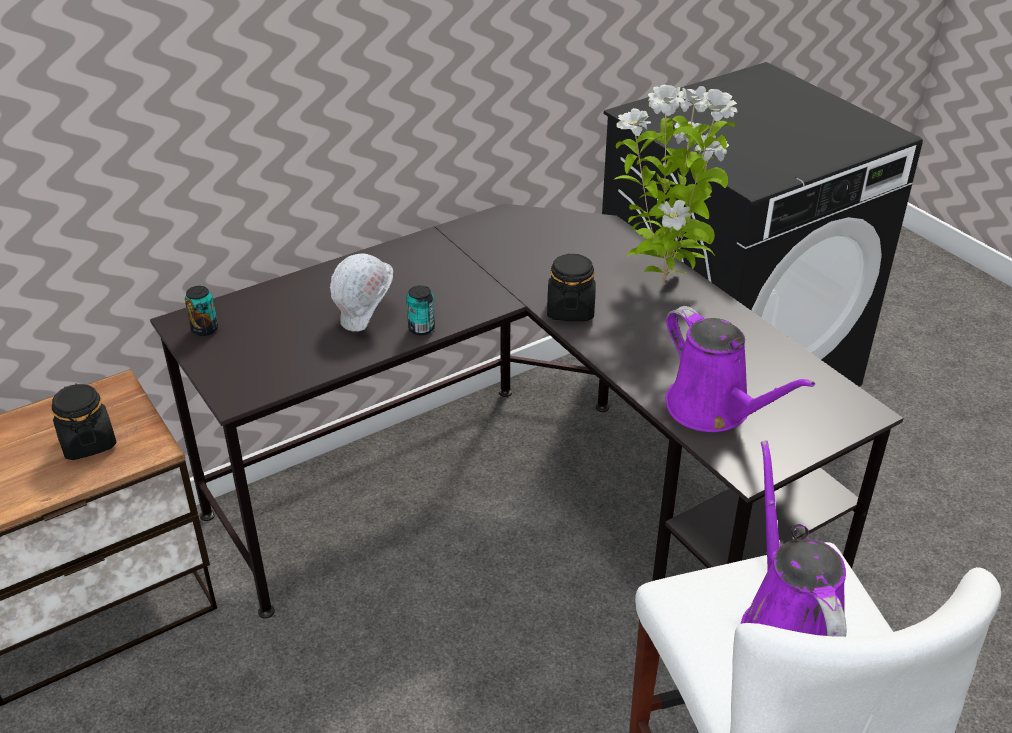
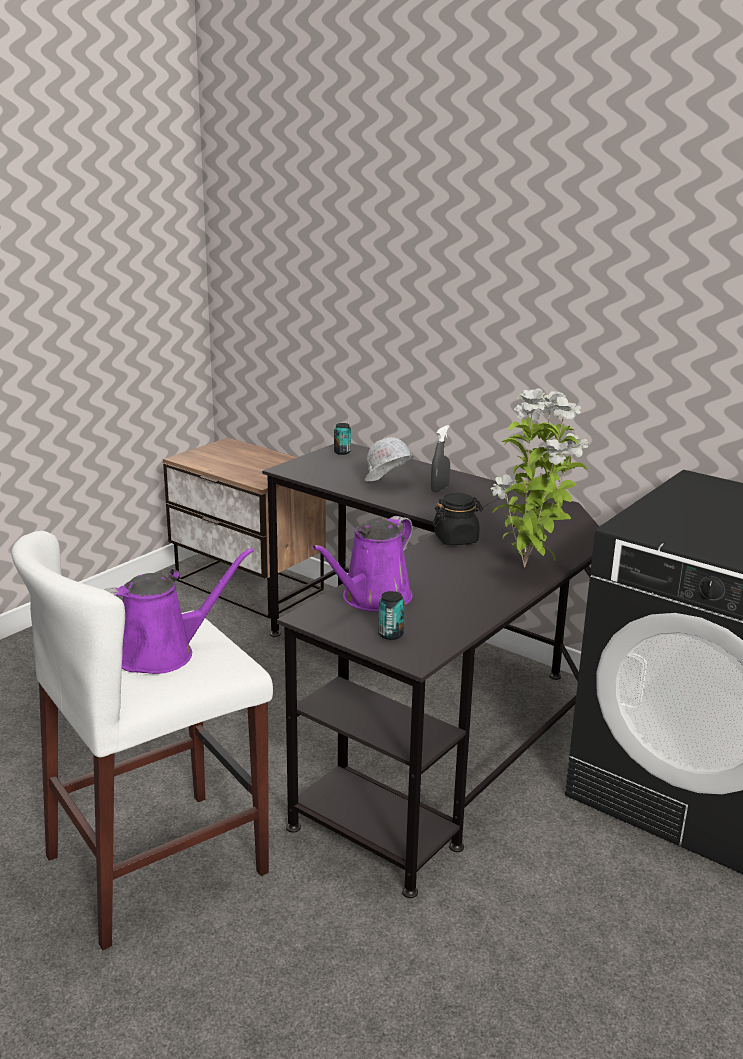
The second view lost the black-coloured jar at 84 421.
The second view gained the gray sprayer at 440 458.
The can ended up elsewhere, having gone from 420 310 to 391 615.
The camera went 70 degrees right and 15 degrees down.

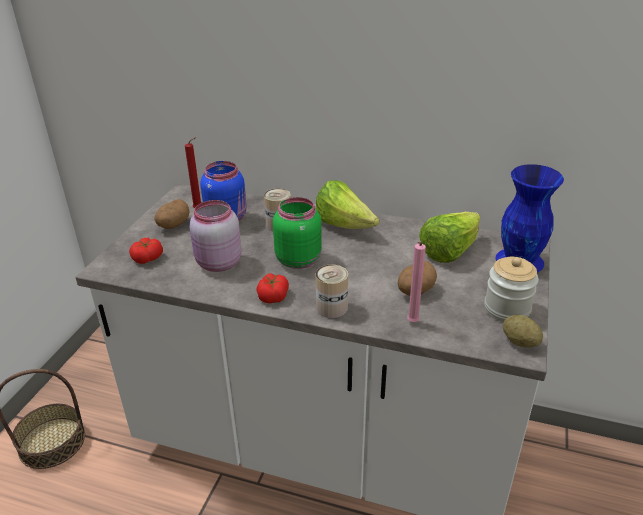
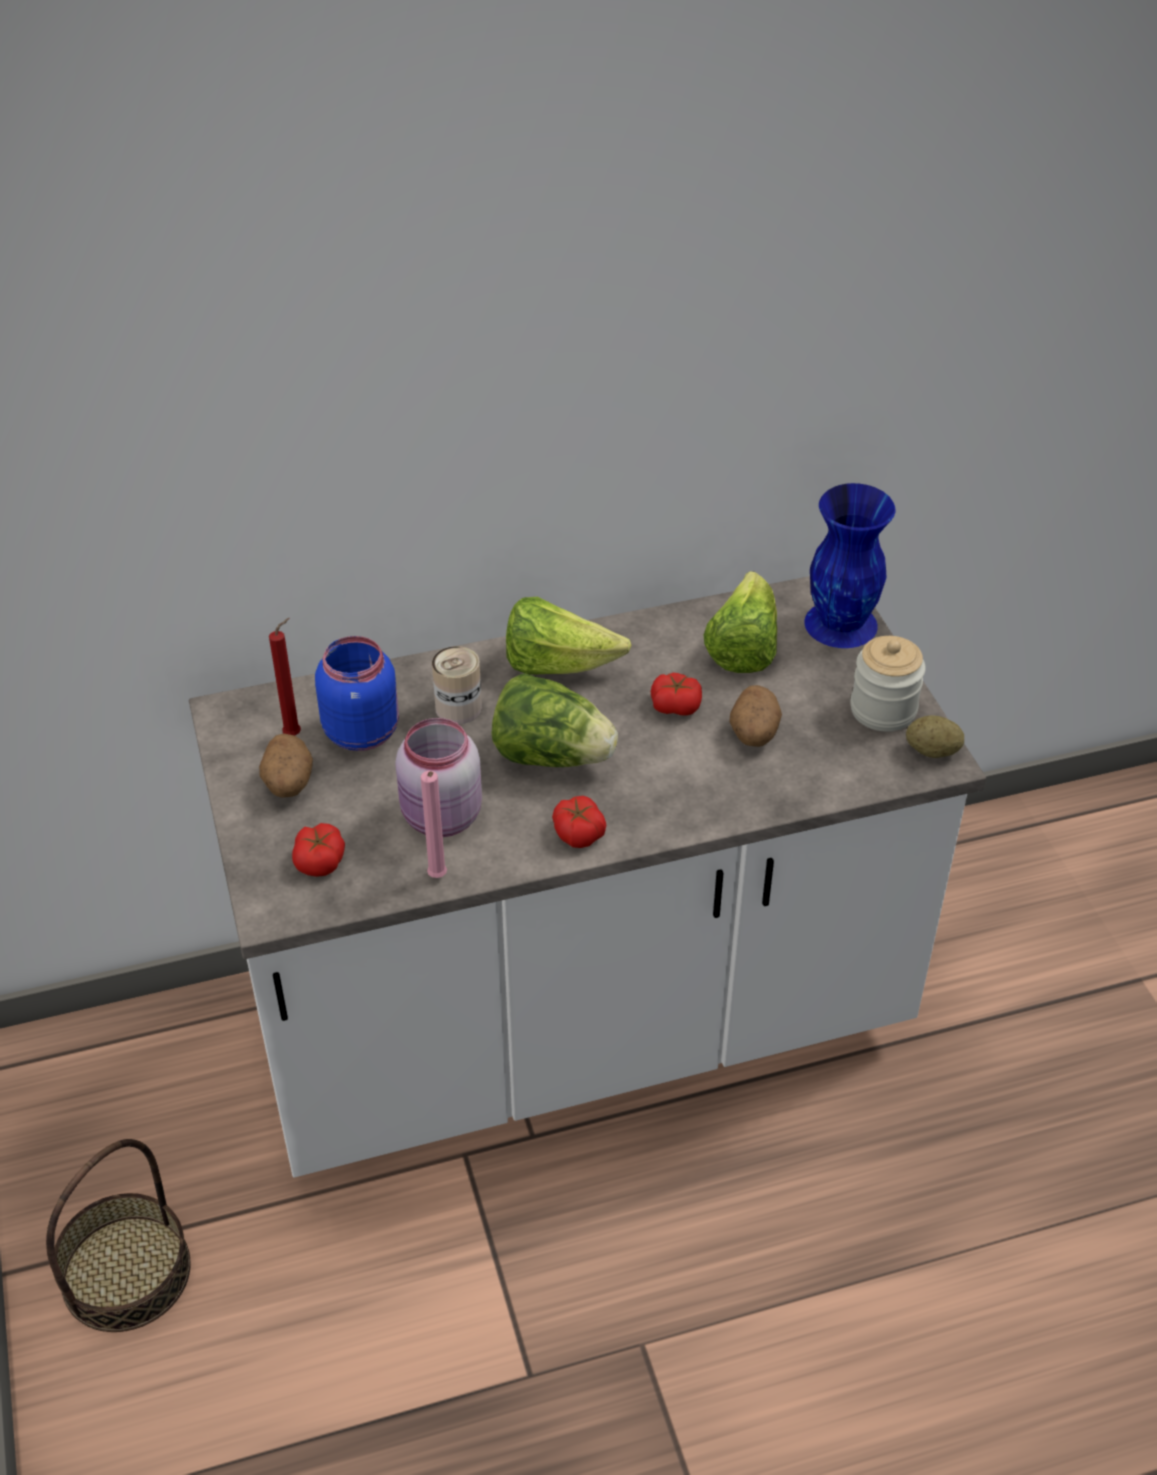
The second view lost the can at 332 291.
The second view gained the whole tomato at 676 694.
The pinkish wax candle ended up elsewhere, having gone from 416 282 to 434 824.
Where the green jar stood at 297 233, the head of lettuce came to stand at 555 720.
The camera went 35 degrees left and 10 degrees up.

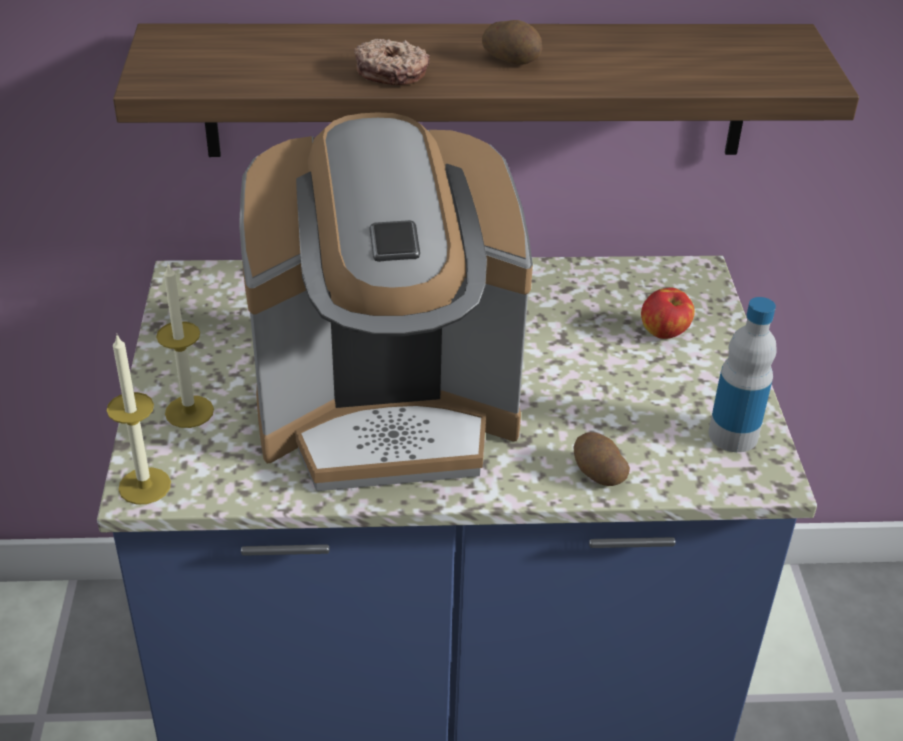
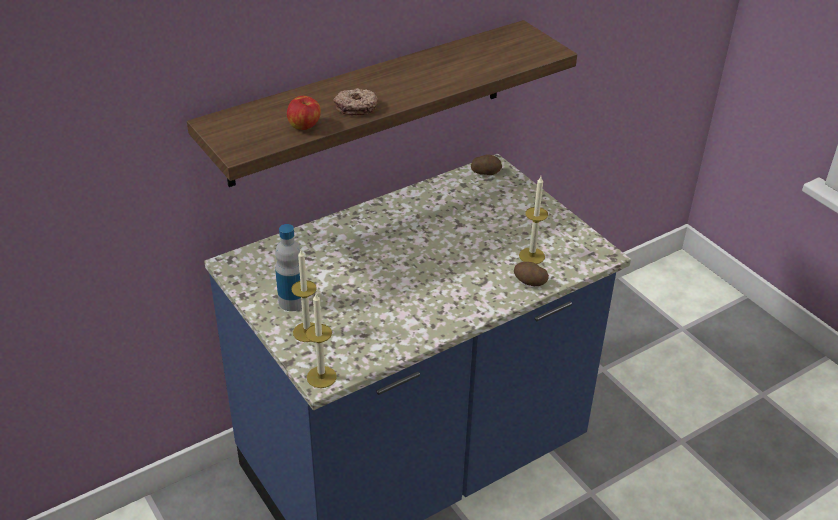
The second view lost the coffee machine at 386 301.
The second view gained the wax candle at 533 220.
The potato ended up elsewhere, having gone from 512 42 to 486 165.
The whole apple ended up elsewhere, having gone from 668 313 to 304 113.
The bottle ended up elsewhere, having gone from 742 374 to 288 267.
The camera went 30 degrees left and 0 degrees up.

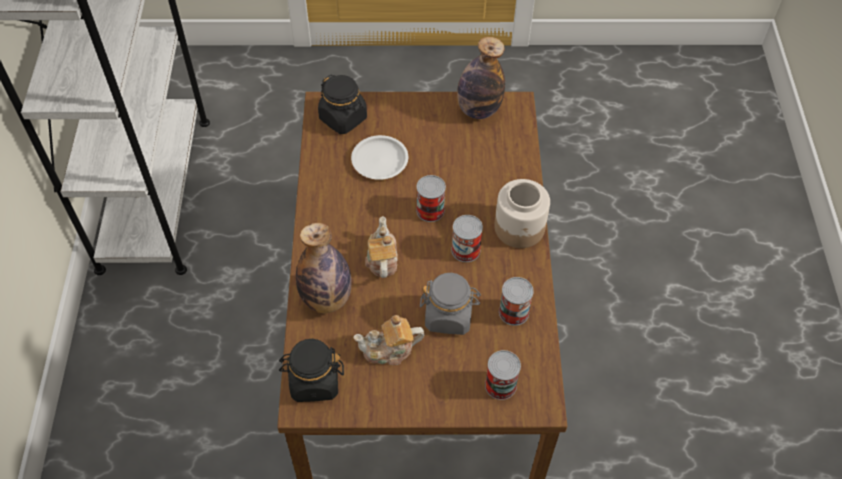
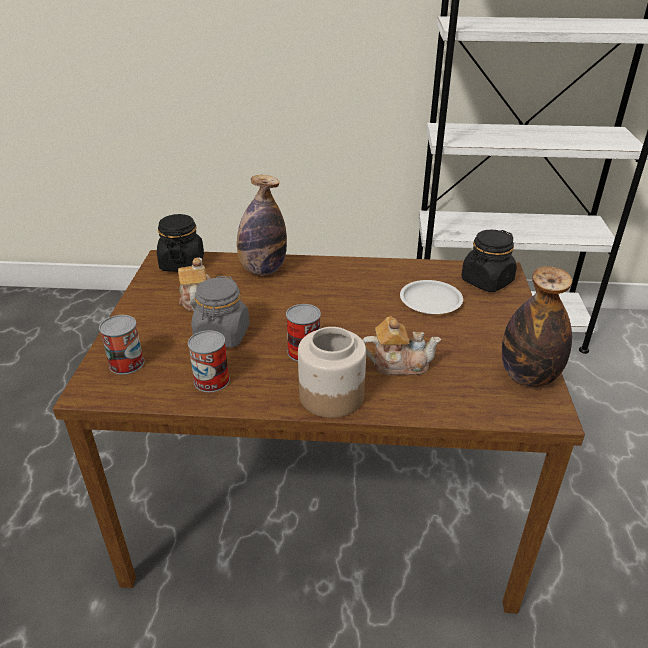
The second view lost the can at 431 198.
The tea pot ended up elsewhere, having gone from 381 247 to 402 345.
The camera went 95 degrees right and 20 degrees down.

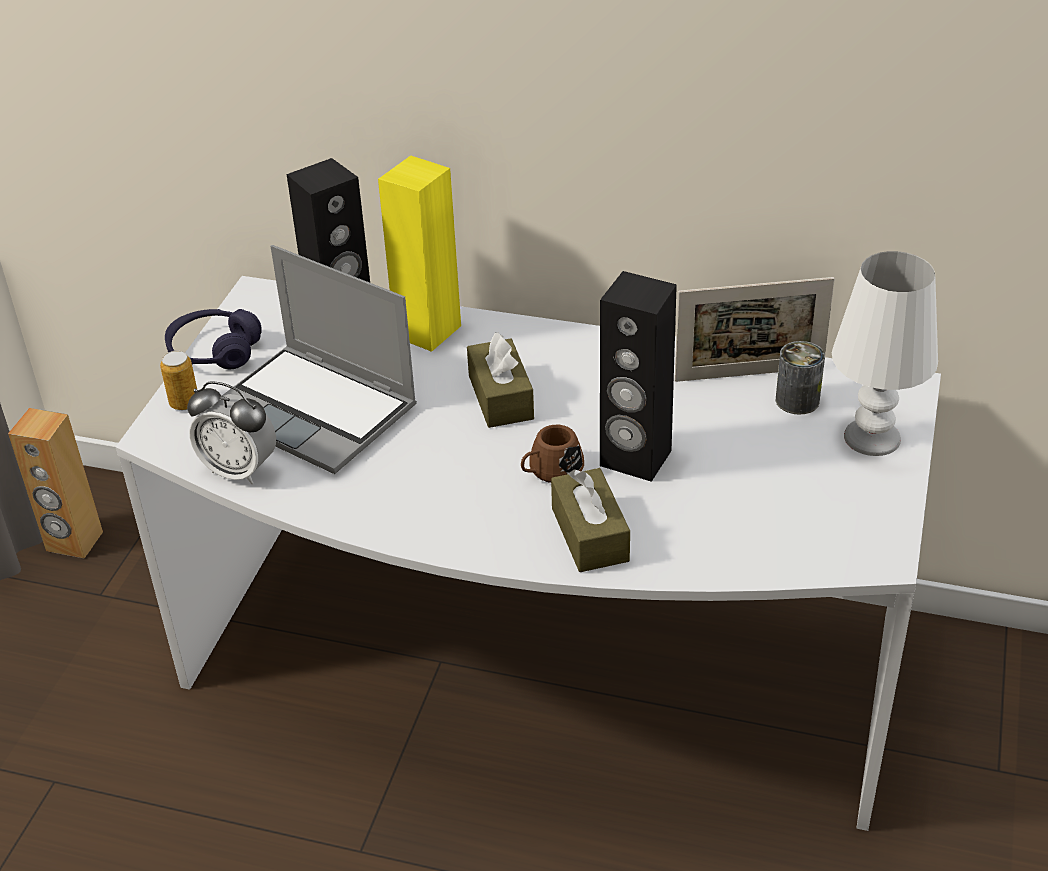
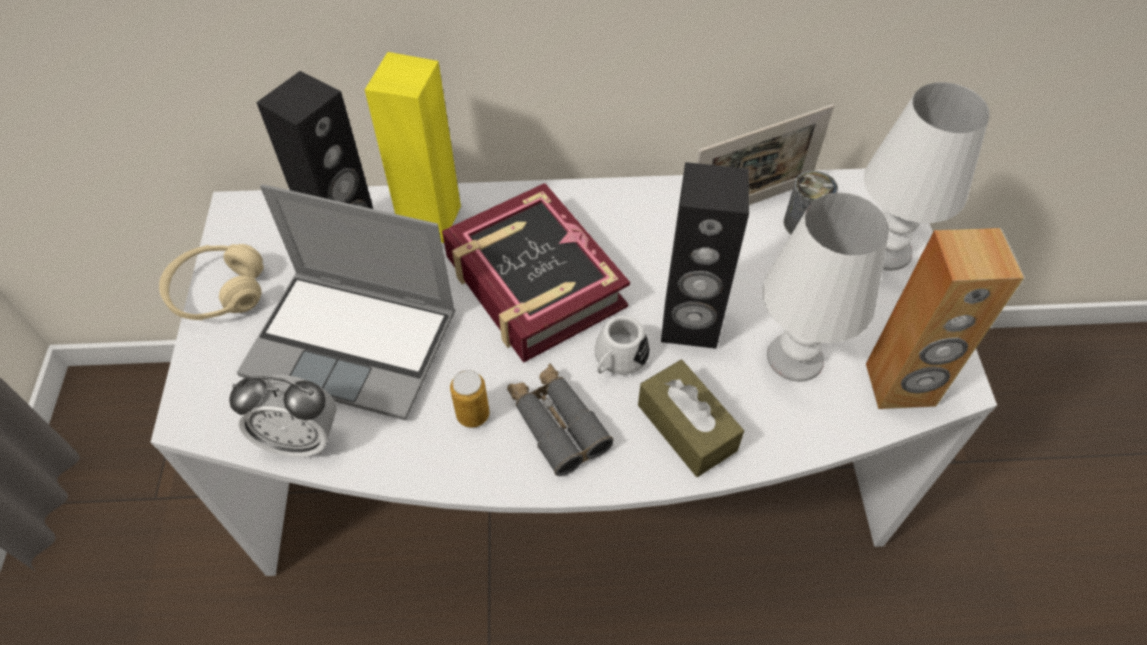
The second view gained the gray binoculars at 560 419.
The second view gained the white tabletop lamp at 826 287.
The brownish speaker ended up elsewhere, having gone from 55 483 to 945 318.
The can ended up elsewhere, having gone from 178 380 to 469 399.
Where the brownish tissue holder stood at 500 380, the book came to stand at 536 273.
What was the purplish headphones at 213 339 turned into the beige headphones at 211 282.
What was the brownish coffee mug at 552 454 turned into the white coffee mug at 622 345.
The camera went 20 degrees left and 15 degrees up.

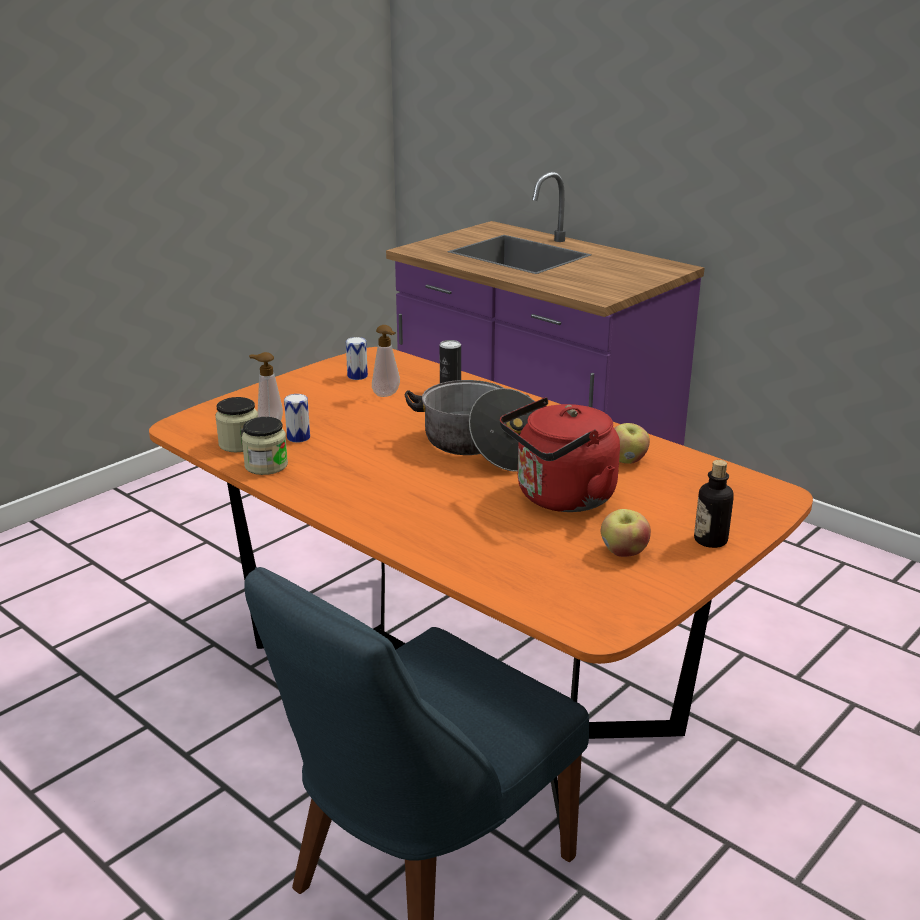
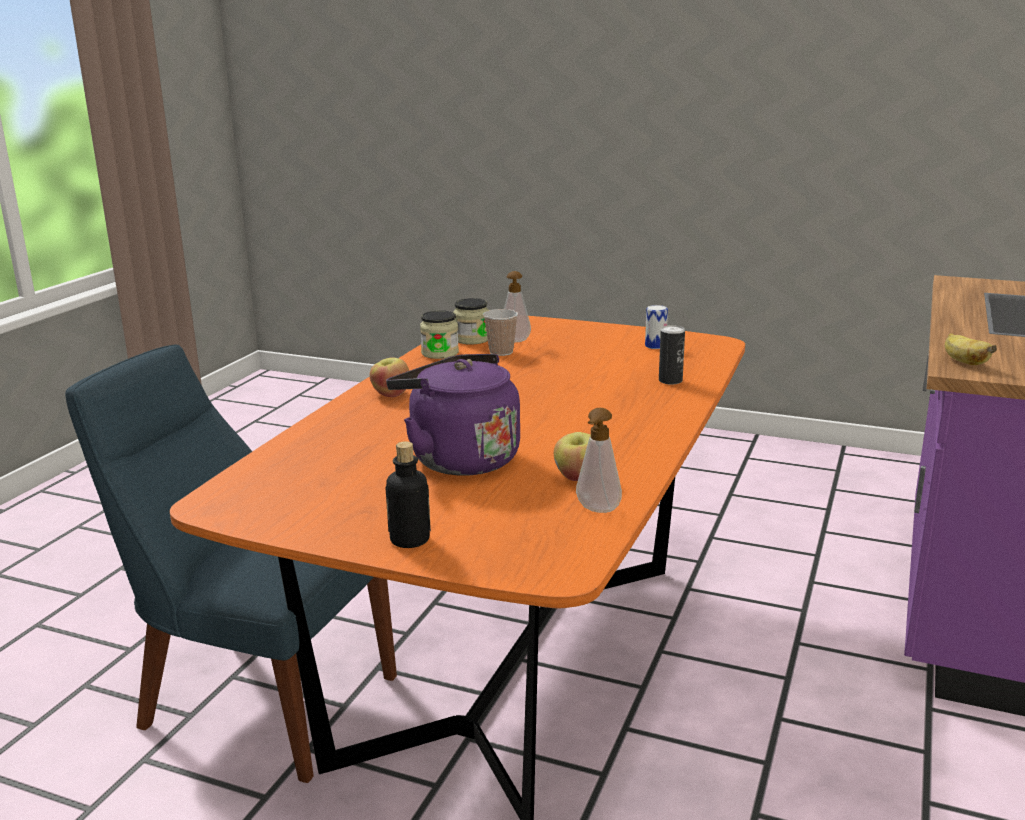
The second view lost the saucepot at 471 426.
The second view gained the banana fruit at 971 349.
The liquid soap bottle ended up elsewhere, having gone from 386 361 to 599 460.
The whole apple ended up elsewhere, having gone from 626 533 to 389 377.
Where the can stood at 297 418, the drinking cup came to stand at 500 332.
What was the red water kettle at 560 454 turned into the purplish water kettle at 453 415.
The camera went 70 degrees right and 5 degrees down.

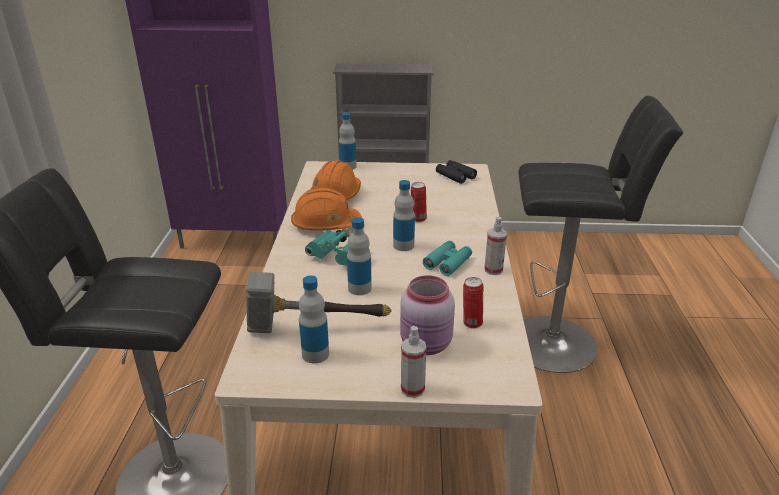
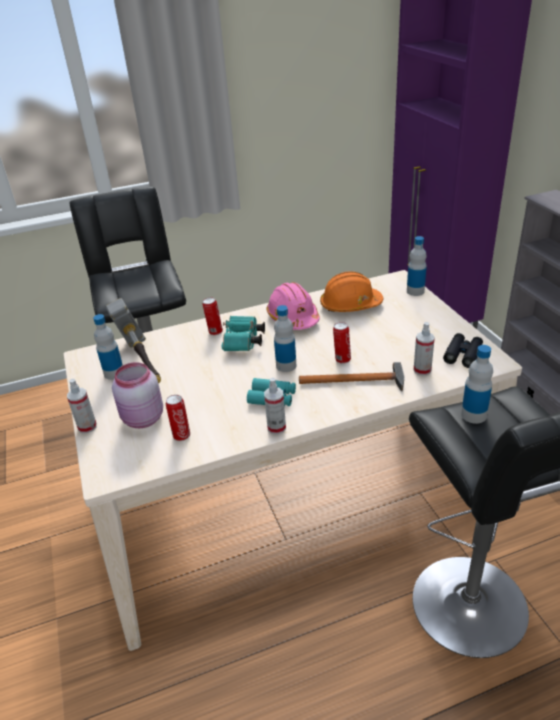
The second view gained the can at 212 316.
The second view gained the tool hammer at 351 377.
The second view gained the sprayer at 424 349.
The bottle ended up elsewhere, having gone from 359 256 to 477 384.
What was the orange-coloured hard hat at 326 209 turned into the pinkish hard hat at 293 306.
The camera went 70 degrees right and 5 degrees up.

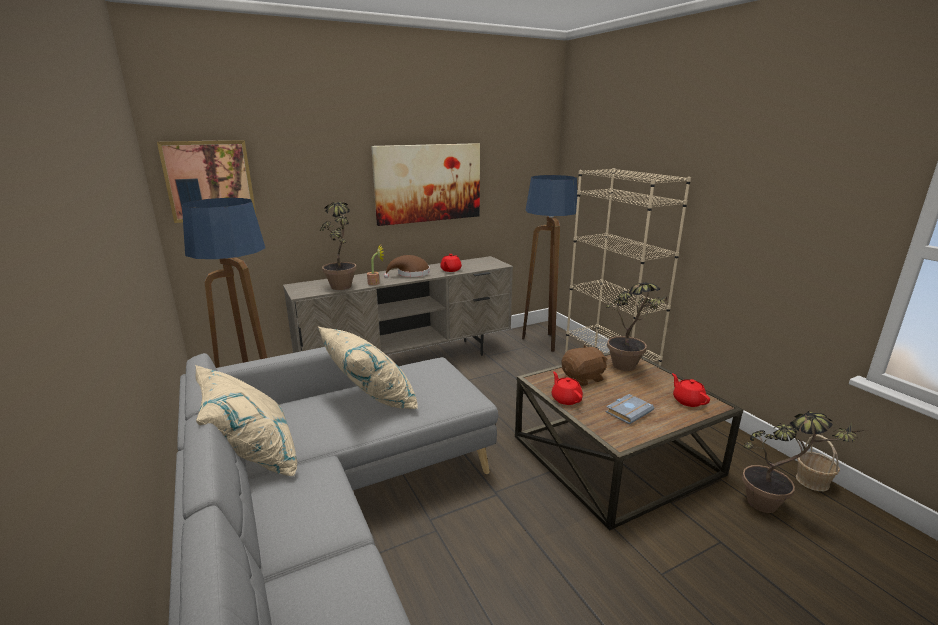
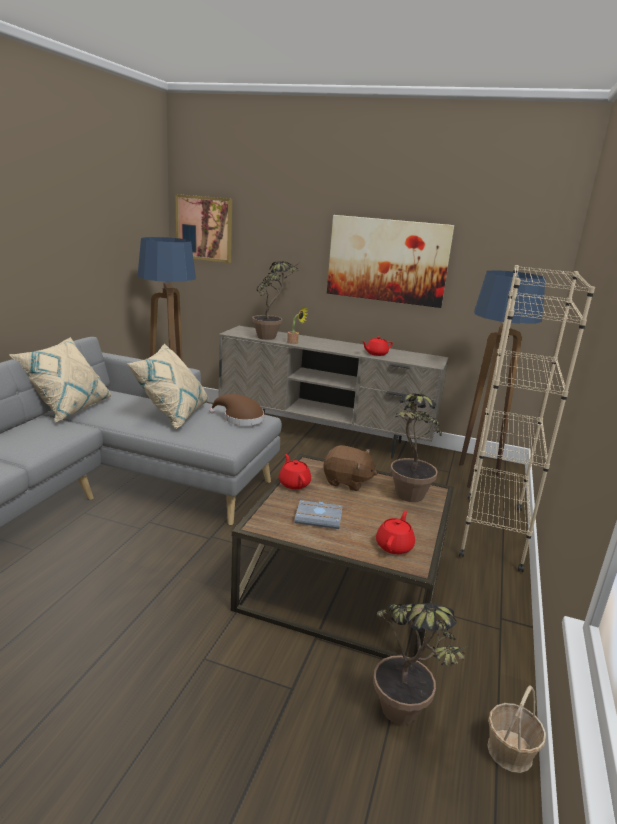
The brownish hat ended up elsewhere, having gone from 407 266 to 236 410.
The red tea pot at 567 388 ended up facing another way, 45 degrees counterclockwise from before.
The camera went 45 degrees right and 0 degrees up.

